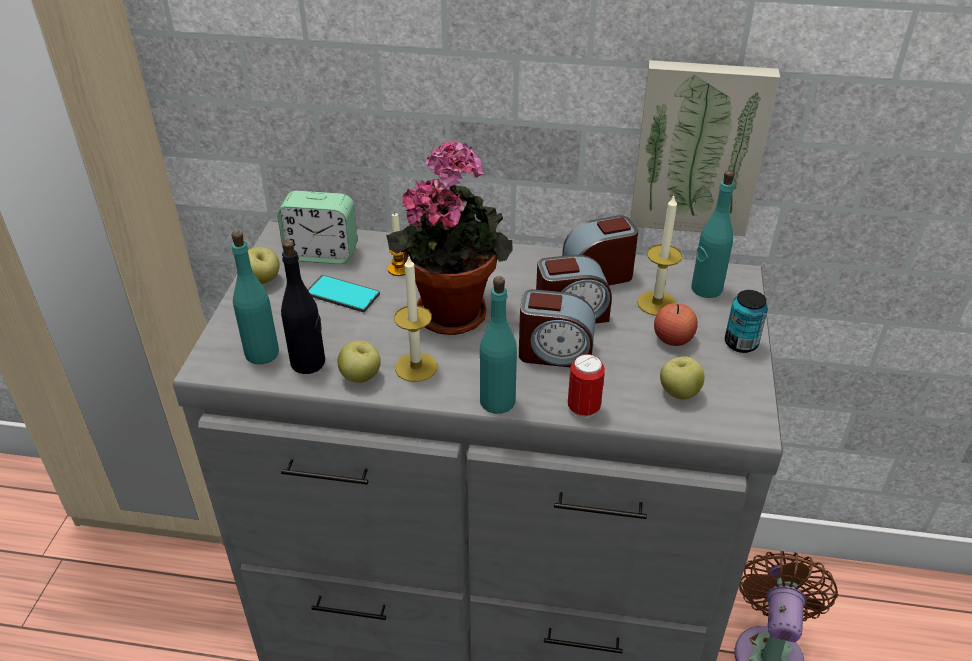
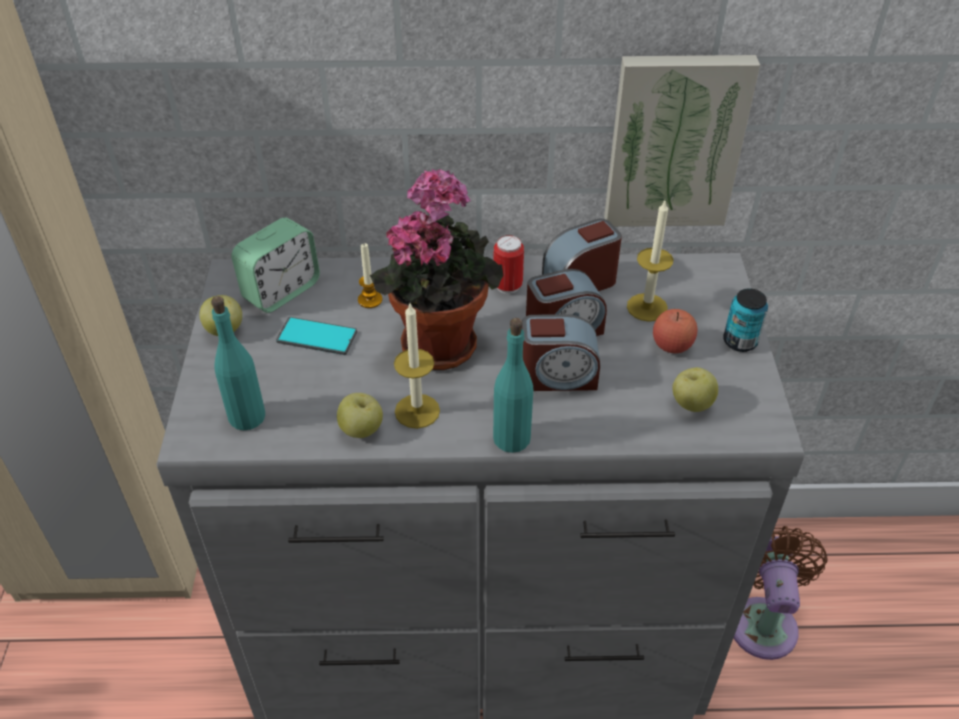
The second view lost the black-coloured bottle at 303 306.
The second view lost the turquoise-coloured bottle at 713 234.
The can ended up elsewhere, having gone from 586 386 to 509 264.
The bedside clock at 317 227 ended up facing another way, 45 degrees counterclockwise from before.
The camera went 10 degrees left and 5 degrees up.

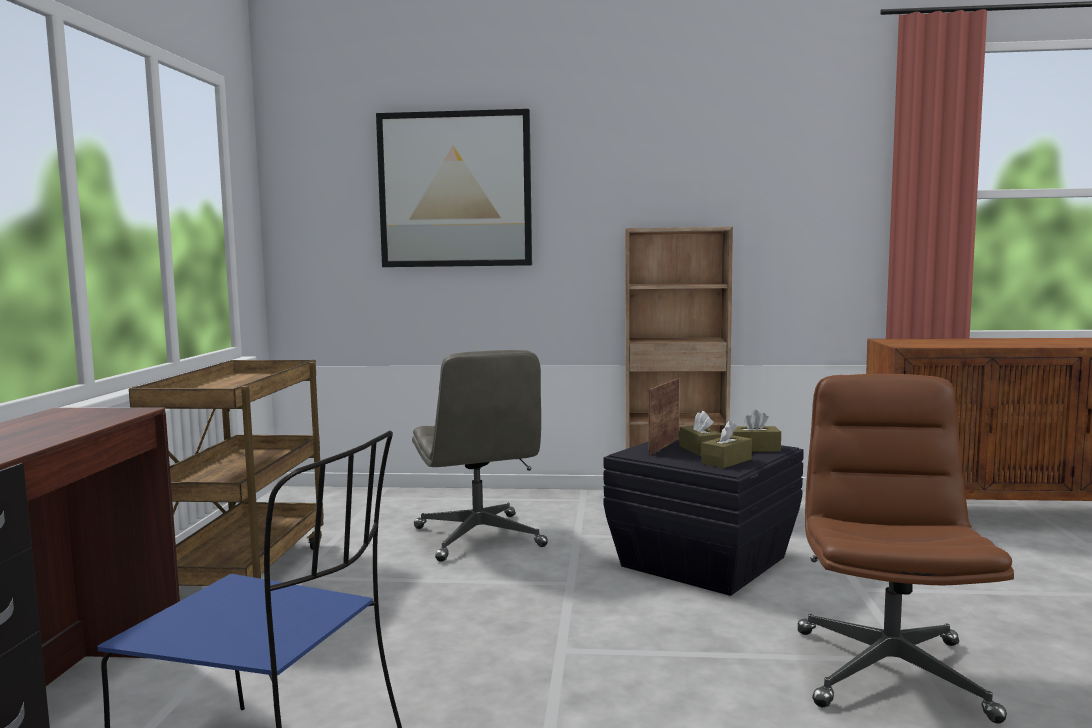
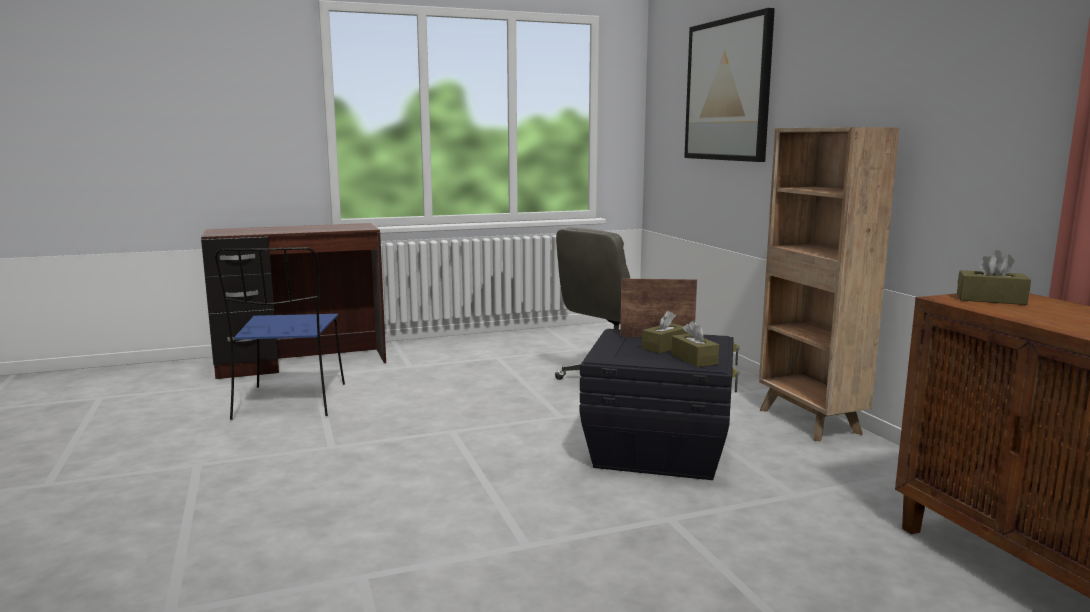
The second view lost the brownish cart at 226 473.
The second view lost the brownish computer chair at 906 548.
The brownish tissue holder ended up elsewhere, having gone from 727 444 to 994 277.
The camera went 65 degrees right and 5 degrees up.

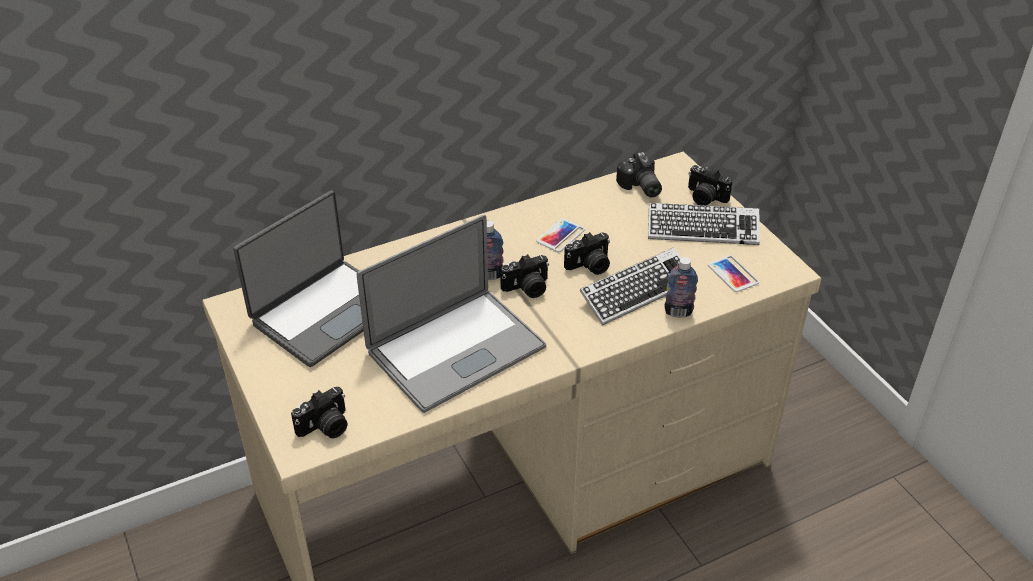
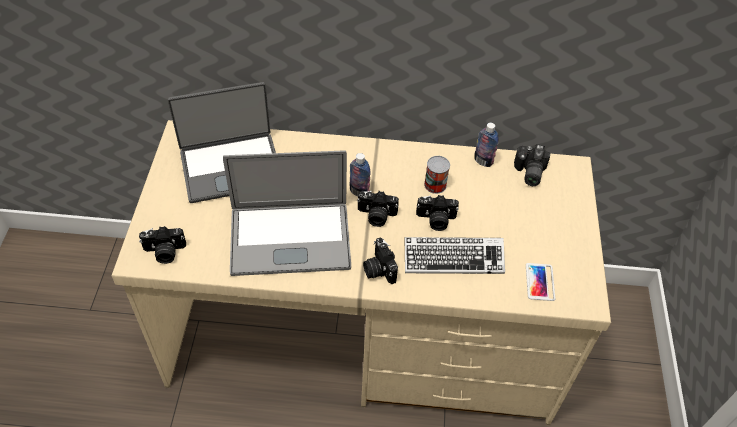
The second view lost the computer keyboard at 704 224.
The bottle ended up elsewhere, having gone from 681 287 to 486 145.
The photo camera ended up elsewhere, having gone from 710 185 to 380 260.
Where the telephone stood at 560 235, the can came to stand at 437 175.
The camera went 30 degrees right and 10 degrees up.

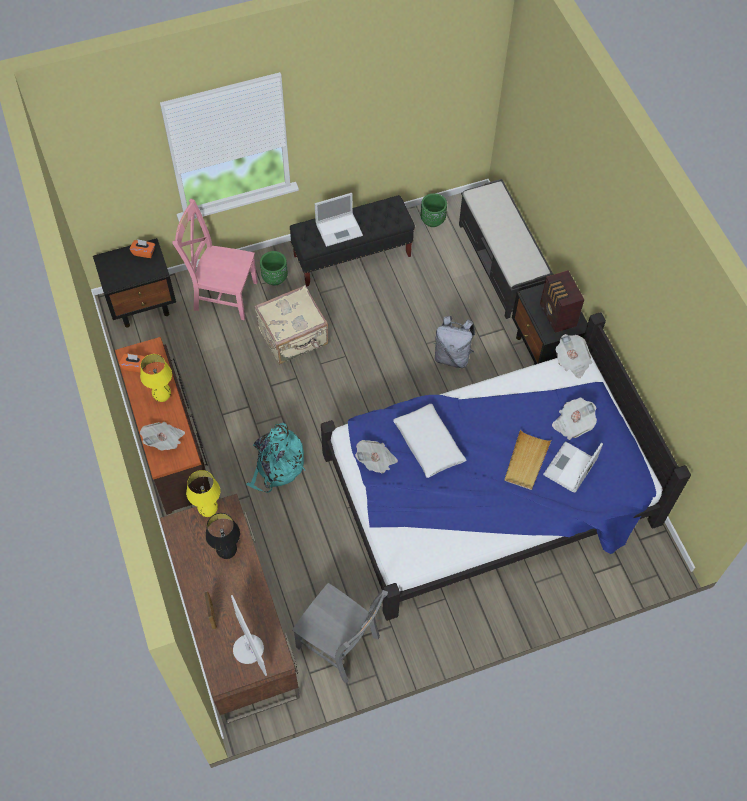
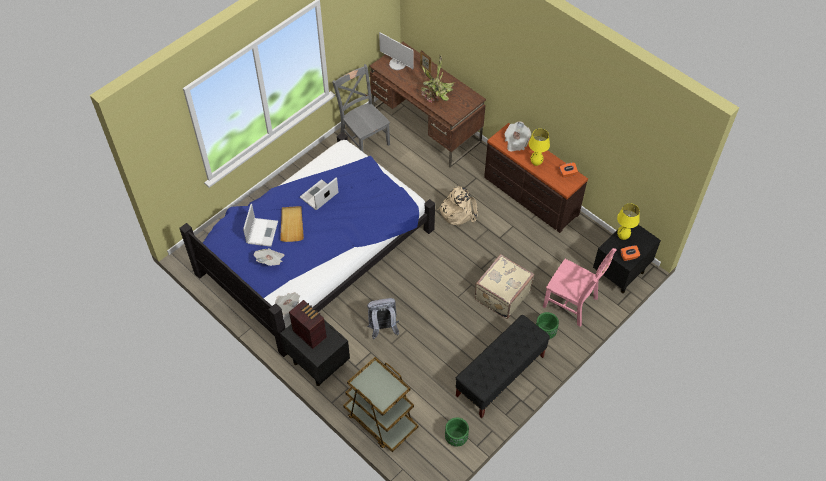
The second view lost the newspaper at 376 457.
The second view lost the white pillow at 429 441.
The yellow tabletop lamp ended up elsewhere, having gone from 203 493 to 628 221.
The portable computer ended up elsewhere, having gone from 339 220 to 319 194.
Where the black-coloured tabletop lamp stood at 222 536, the potted plant came to stand at 438 78.
Where the black-coloured bench stood at 506 249, the brownish cart came to stand at 380 404.
What was the turquoise-coloured rucksack at 275 457 turned into the beige rucksack at 458 206.
The pinkish chair at 215 259 ended up facing another way, 45 degrees clockwise from before.
The gray chair at 340 633 ended up facing another way, 45 degrees clockwise from before.
The camera went 155 degrees right and 5 degrees down.

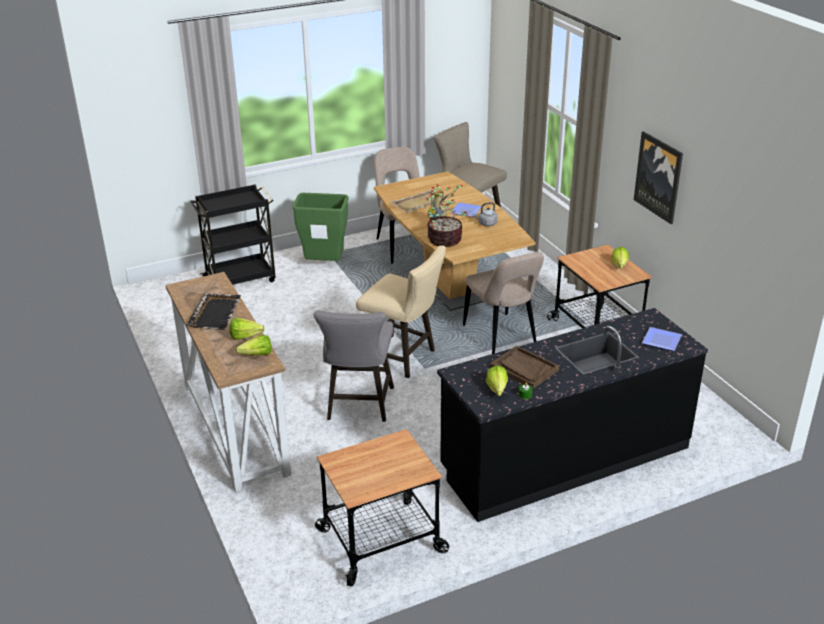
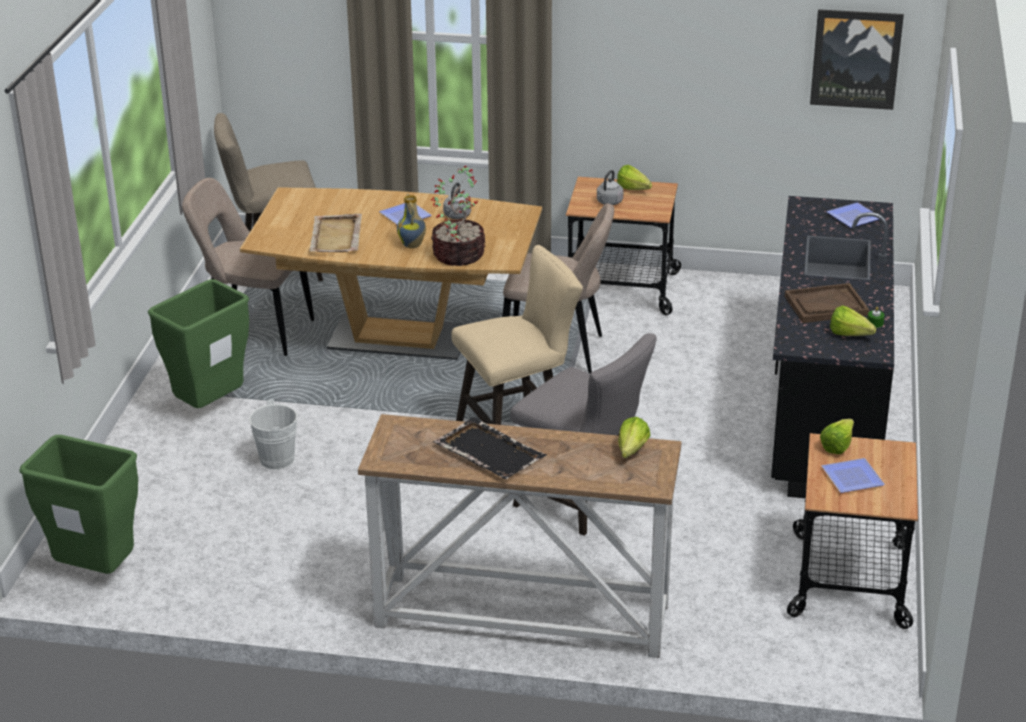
The second view lost the black-coloured cart at 233 234.
The second view gained the green trash can at 78 504.
The second view gained the white pail at 278 434.
The second view gained the gray water kettle at 610 187.
The second view gained the dinner plate at 853 475.
The head of lettuce ended up elsewhere, having gone from 247 329 to 837 436.
The picture ended up elsewhere, having gone from 658 177 to 857 59.
The camera went 55 degrees left and 0 degrees up.

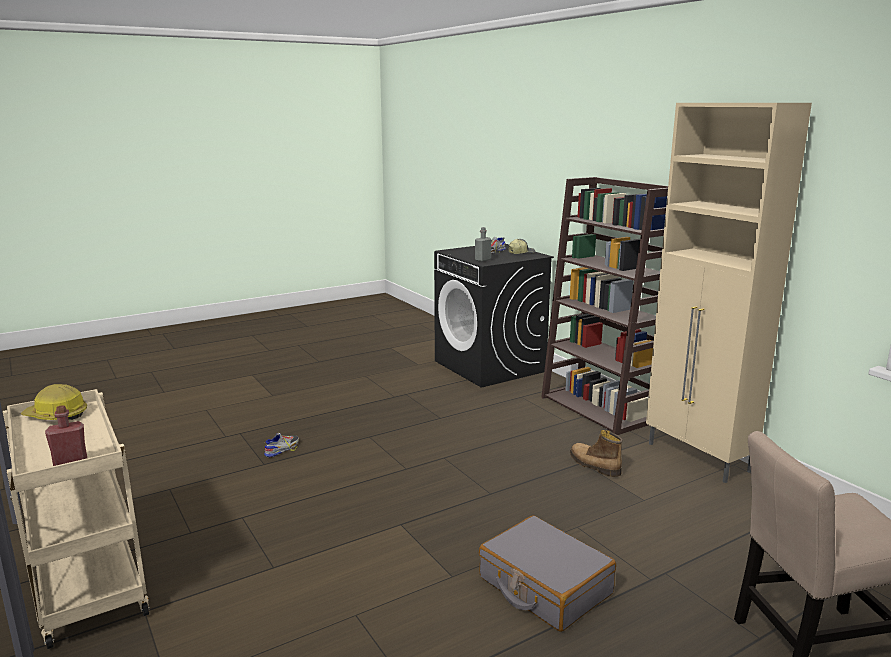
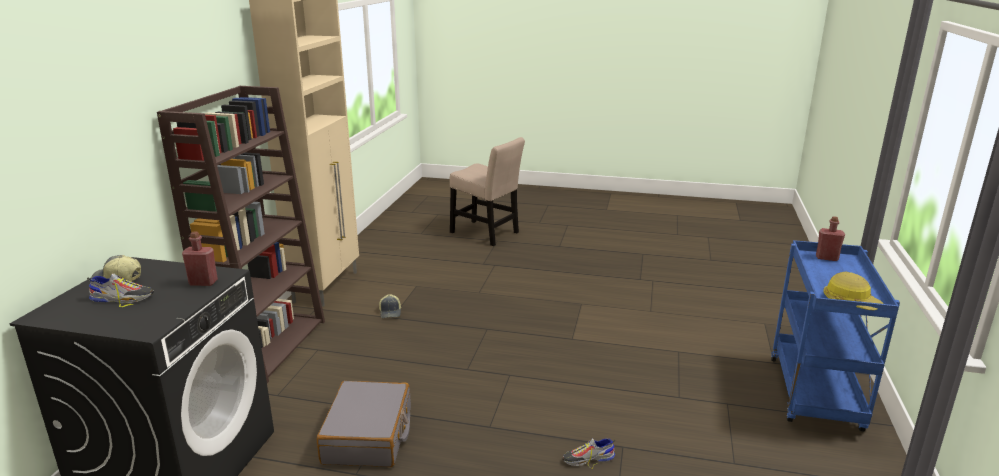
The gray piece of luggage ended up elsewhere, having gone from 547 573 to 364 424.
Where the high-top boot stood at 596 453, the cap came to stand at 390 306.
What was the beige cart at 76 519 turned into the blue cart at 835 336.
What was the gray bottle at 483 244 turned into the red bottle at 200 258.
The camera went 135 degrees left and 5 degrees up.

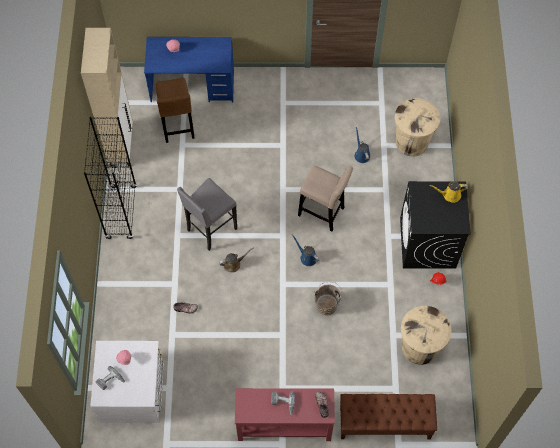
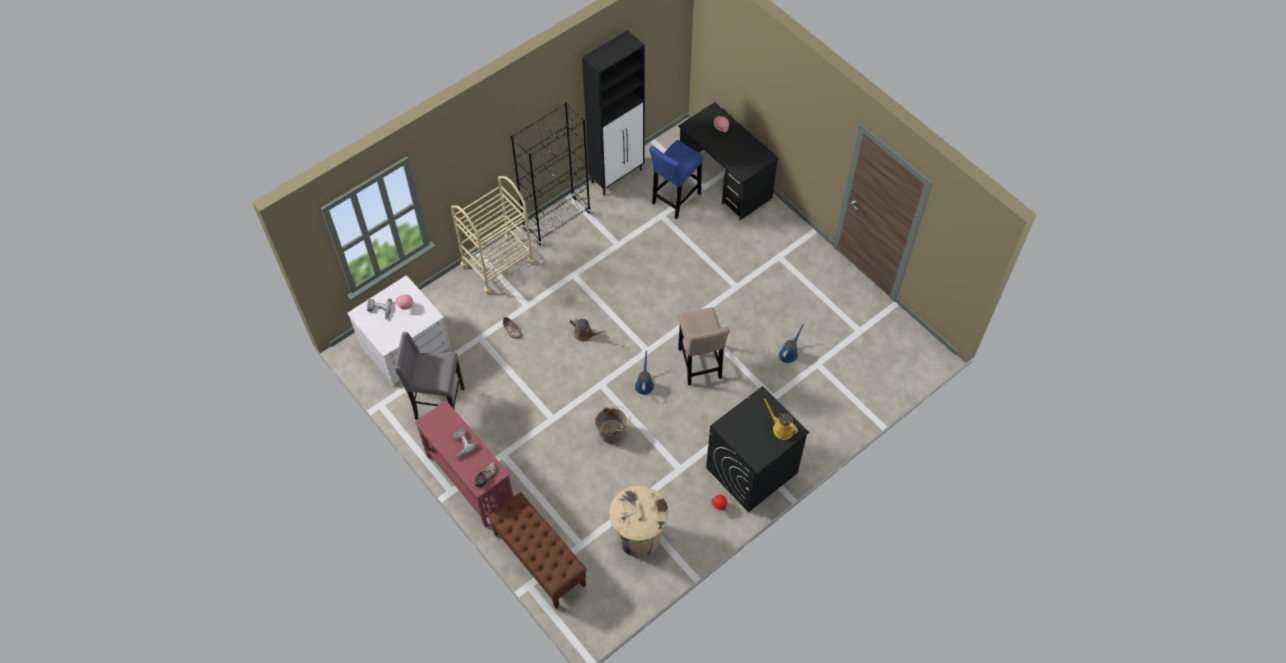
The second view lost the beige trash can at 417 127.
The second view gained the beige cart at 493 235.
The gray sitting stool ended up elsewhere, having gone from 207 214 to 429 375.
What was the beige cabinet at 107 97 turned into the black-coloured cabinet at 613 112.
What was the blue desk unit at 189 69 turned into the black-coloured desk unit at 728 161.
What was the brownish sitting stool at 175 110 turned into the blue sitting stool at 676 179.
The camera went 50 degrees right and 5 degrees down.

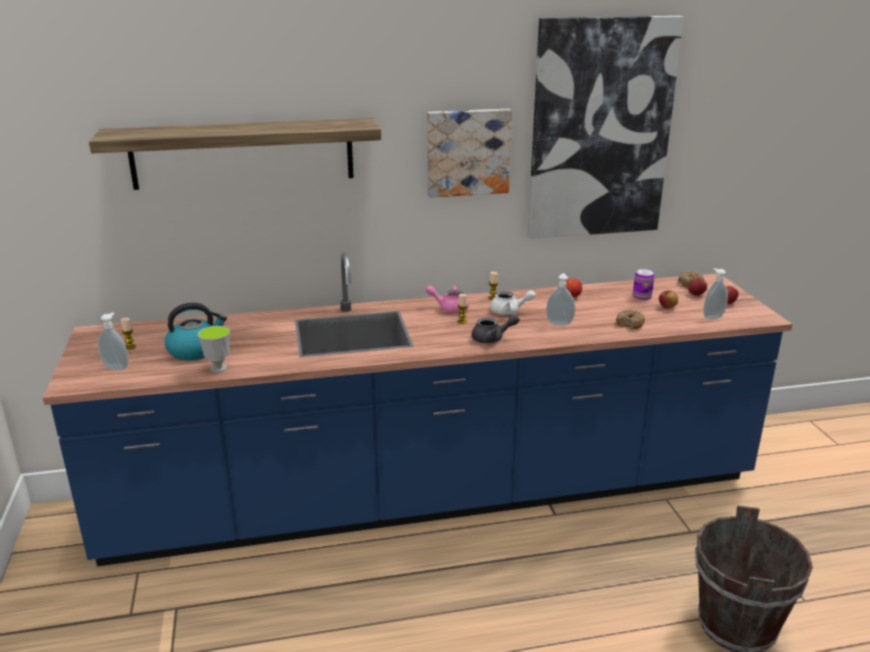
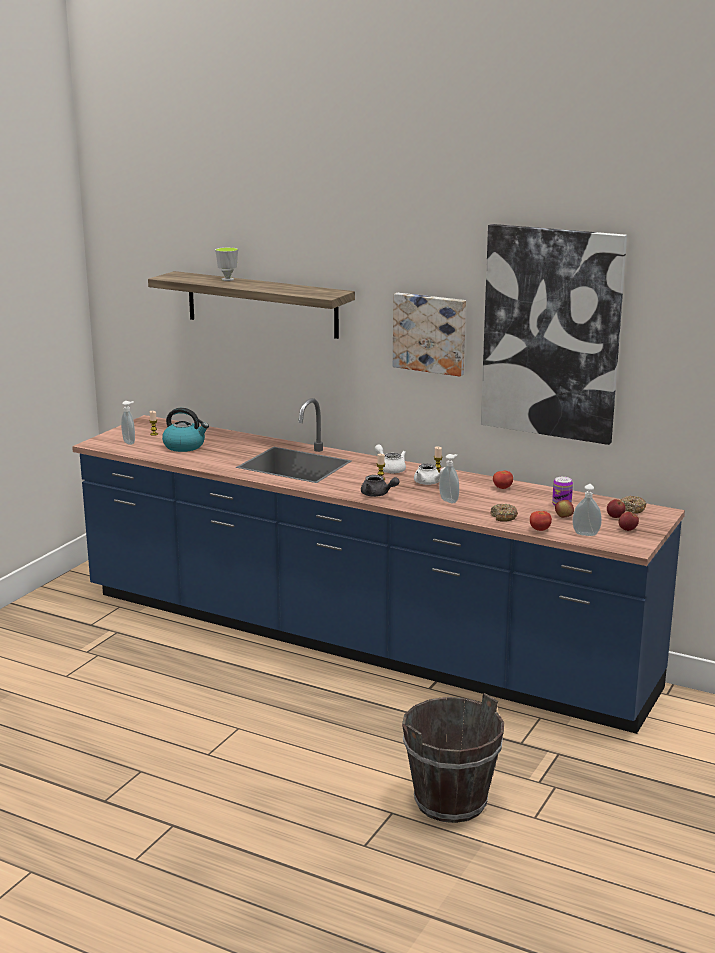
The second view gained the whole tomato at 541 521.
The drinking cup ended up elsewhere, having gone from 214 349 to 226 264.
What was the pinkish tea pot at 447 299 turned into the white tea pot at 390 459.
The camera went 40 degrees right and 5 degrees down.

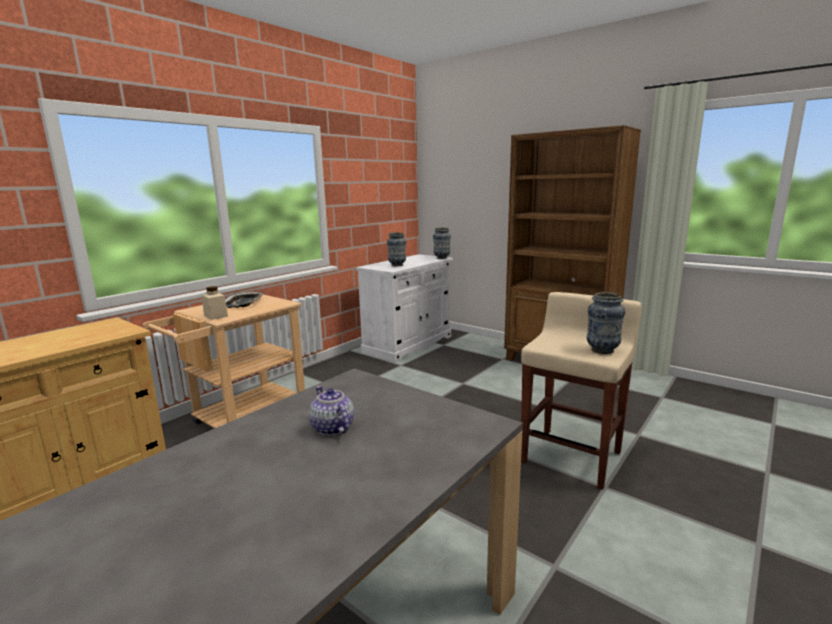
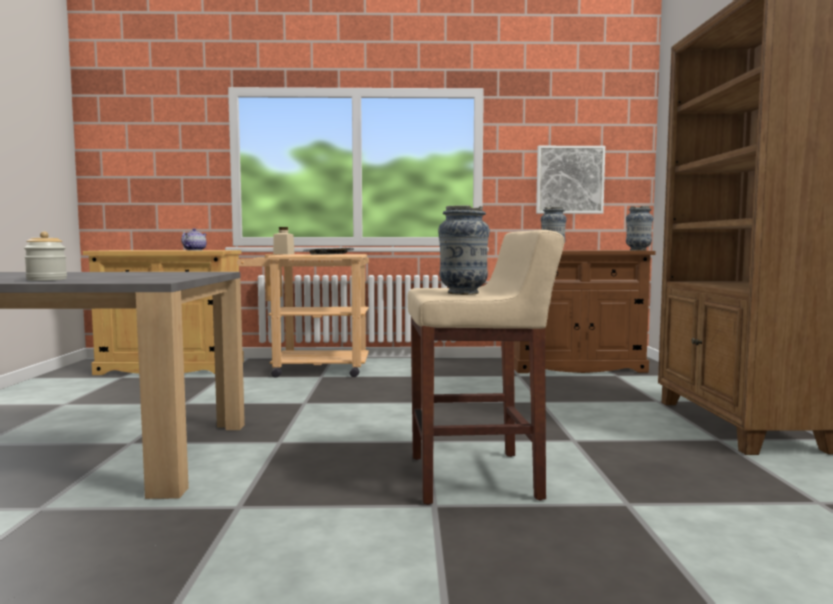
The second view gained the jar at 45 256.
The second view gained the picture at 570 180.
The tea pot ended up elsewhere, having gone from 331 411 to 194 239.
What was the white cabinet at 404 308 turned into the brownish cabinet at 585 311.
The camera went 50 degrees right and 10 degrees down.

